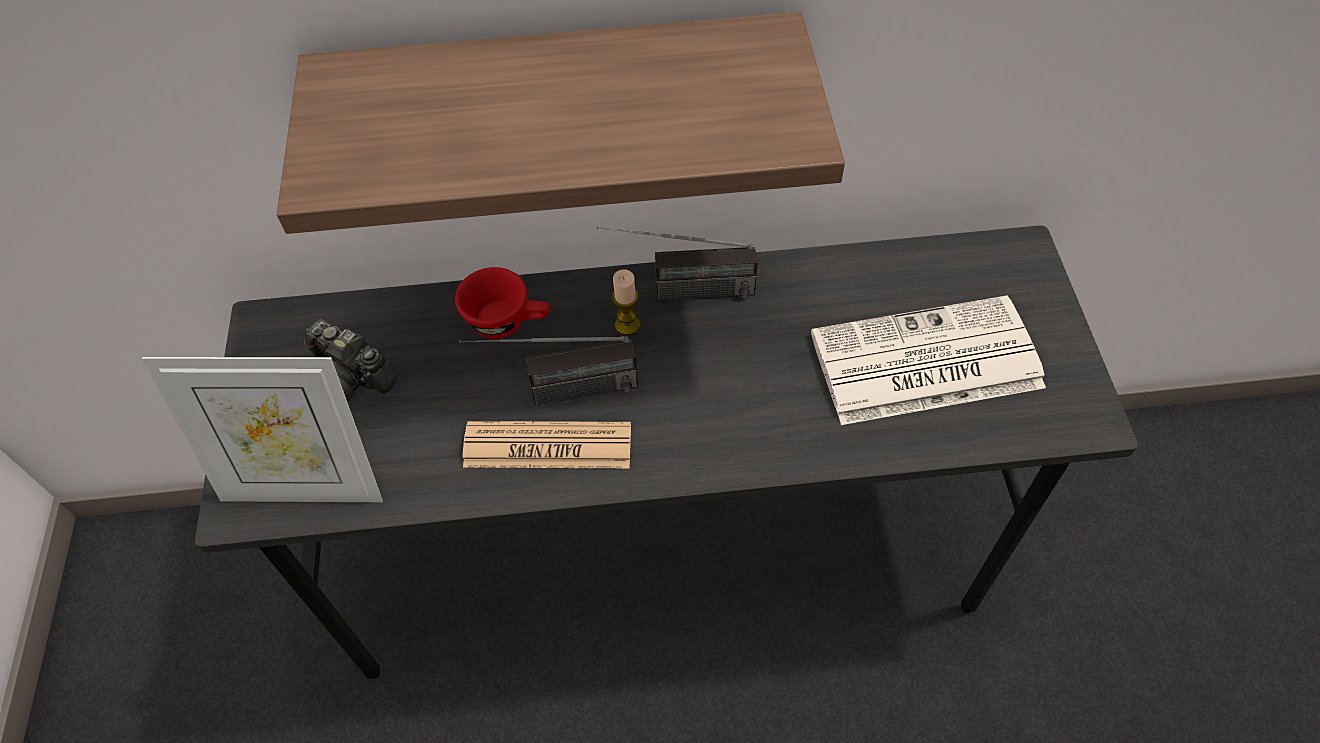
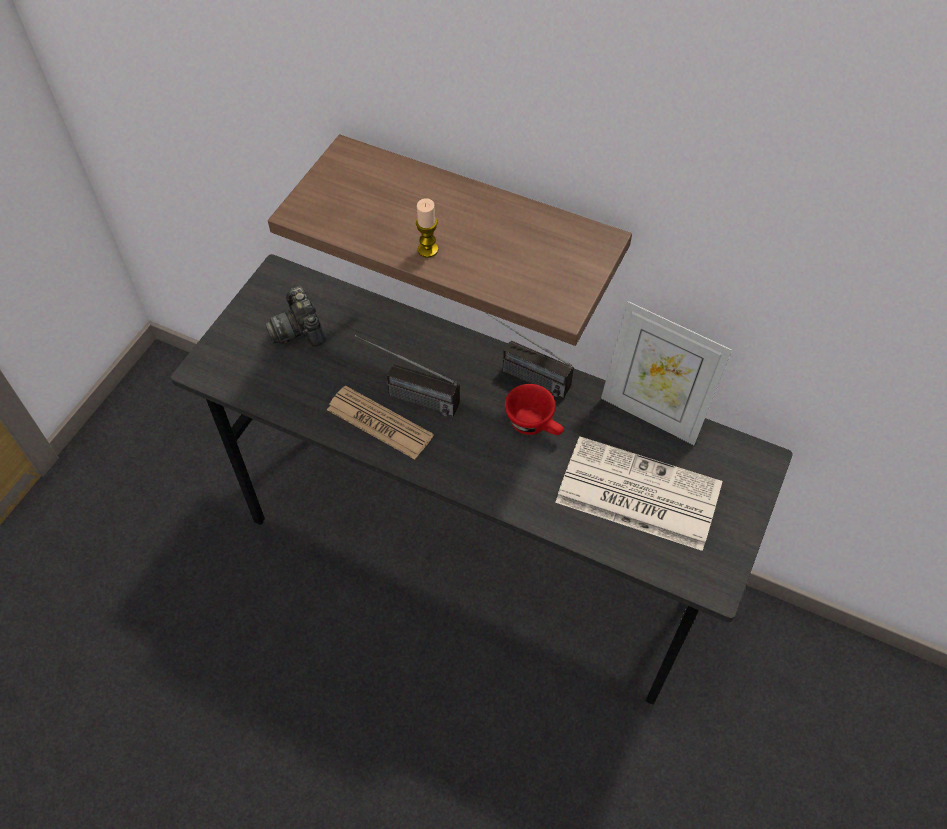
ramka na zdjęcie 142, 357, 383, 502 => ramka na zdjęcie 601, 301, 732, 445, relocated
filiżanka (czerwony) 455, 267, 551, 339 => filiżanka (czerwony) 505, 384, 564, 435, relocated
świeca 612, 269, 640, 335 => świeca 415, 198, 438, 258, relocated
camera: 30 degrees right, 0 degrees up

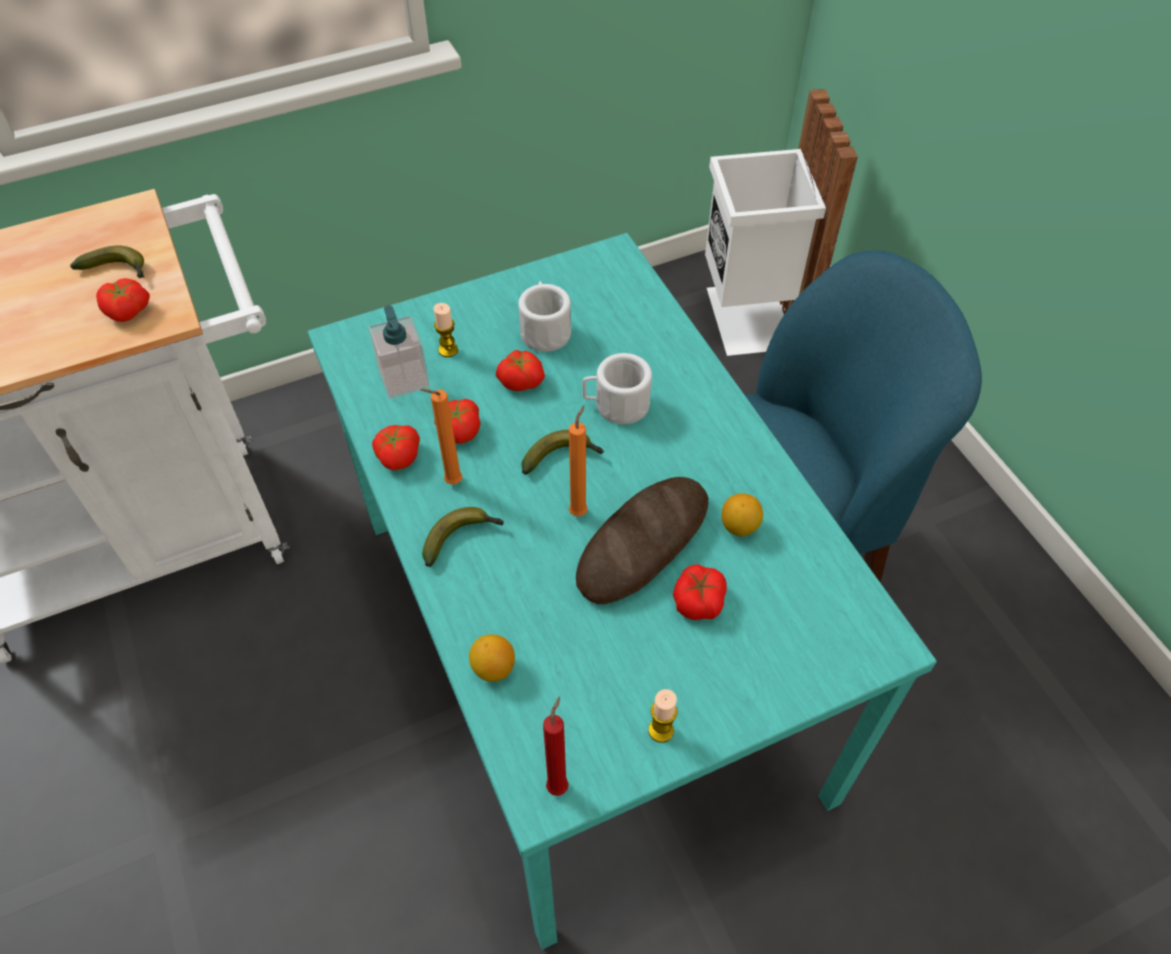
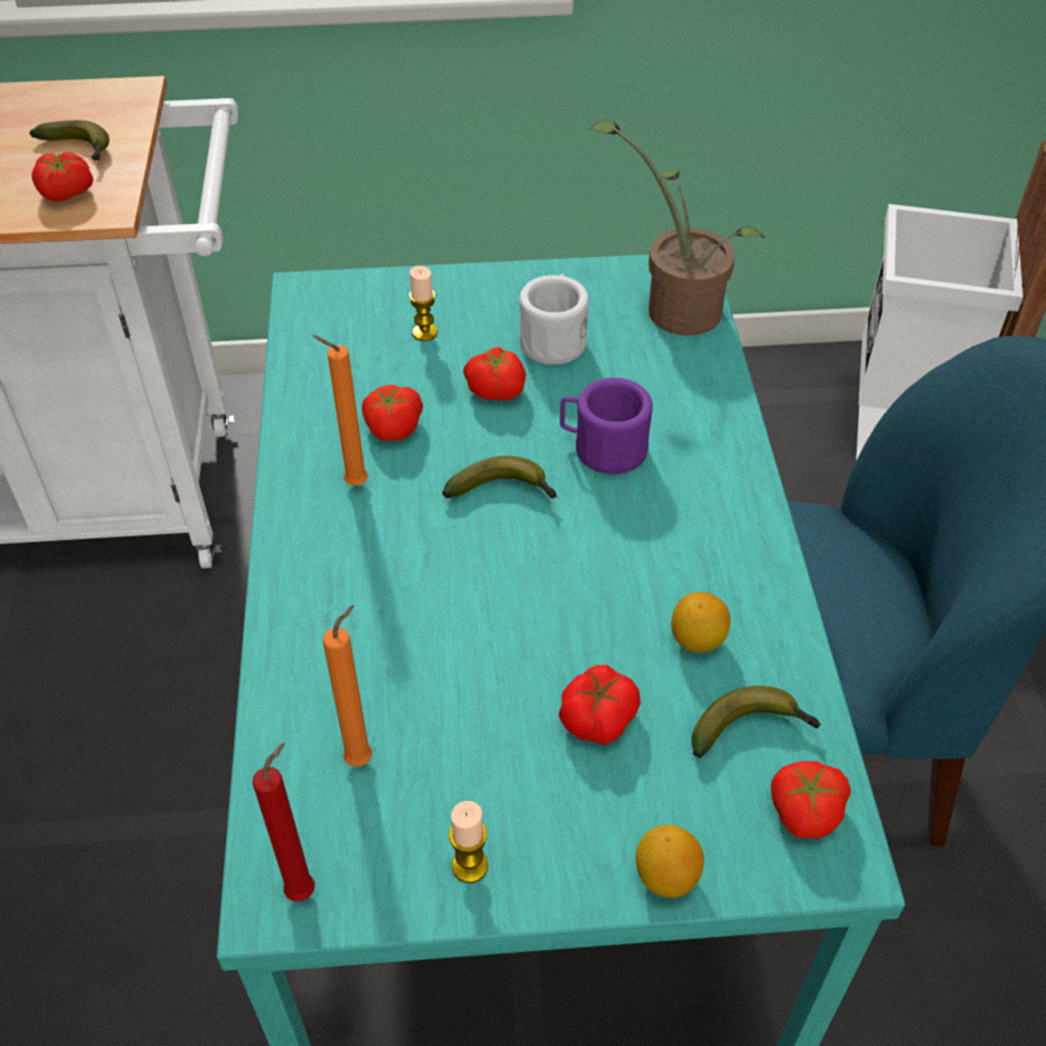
dozownik mydła 369, 305, 430, 399 => nothing
chleb 576, 477, 709, 604 => nothing
nothing => roślina doniczkowa 588, 120, 765, 336
pomidor 372, 425, 420, 470 => pomidor 771, 761, 851, 839, relocated
banan 422, 507, 504, 567 => banan 691, 686, 821, 758, relocated
cytryna 469, 634, 515, 682 => cytryna 636, 825, 704, 898, relocated
świeca (pomarańczowy) 569, 405, 588, 517 => świeca (pomarańczowy) 323, 605, 372, 767, relocated
kubek (biały) 583, 353, 652, 424 => kubek (fioletowy) 560, 378, 653, 474
camera: 20 degrees right, 5 degrees down

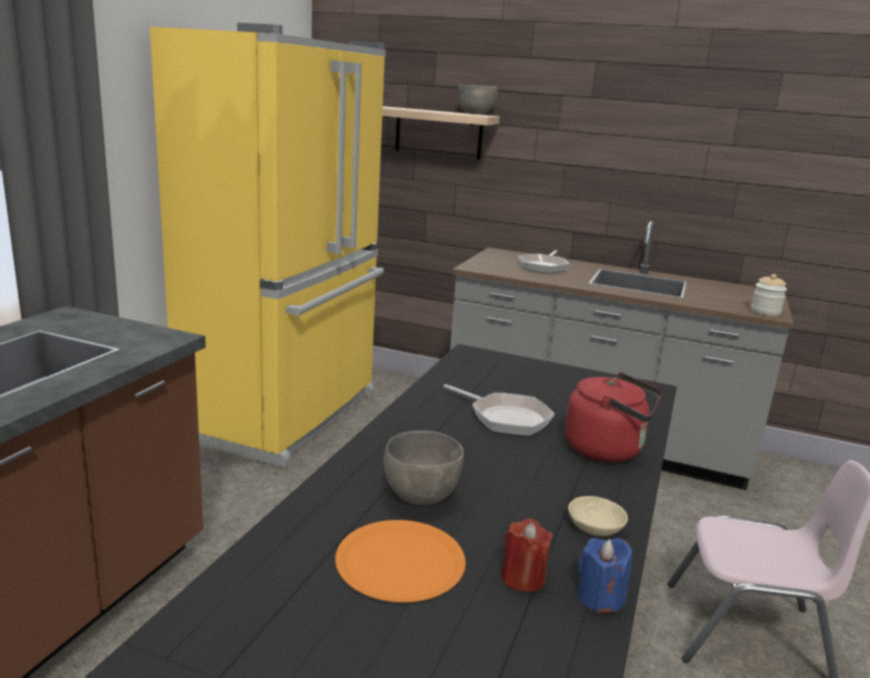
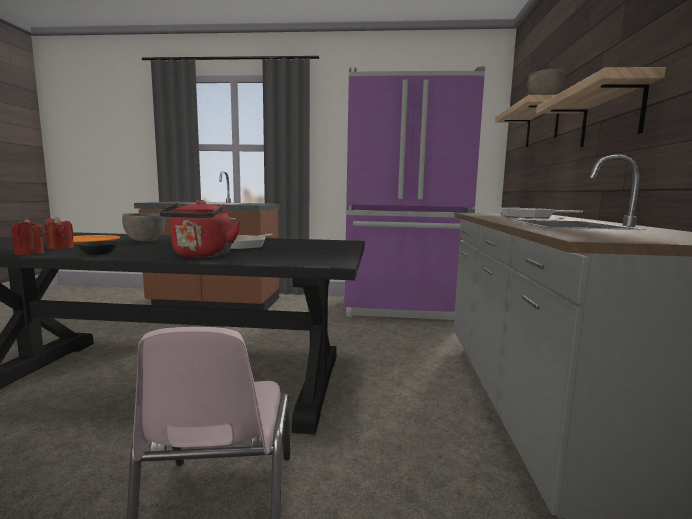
słoik 751, 274, 787, 316 => nothing
nothing => półka 536, 67, 666, 147
lodówka (żółty) 150, 23, 386, 468 => lodówka (fioletowy) 344, 66, 485, 320
miska (beżowy) 568, 496, 628, 536 => miska (czarny) 78, 241, 117, 255
świeca (niebieski) 577, 538, 632, 613 => świeca (czerwony) 11, 219, 44, 255
camera: 75 degrees right, 10 degrees down

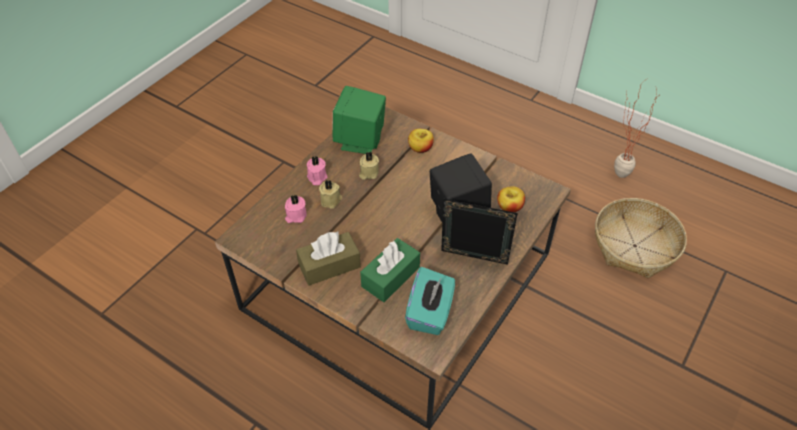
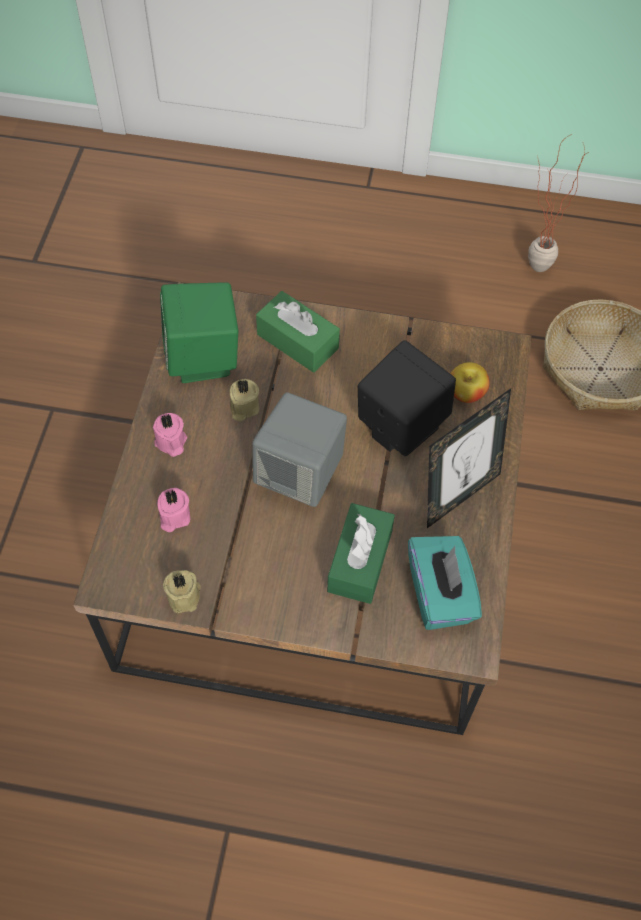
pudełko chusteczek (brązowy) 296, 232, 361, 286 => nothing
nothing => głośnik (szary) 252, 392, 347, 507
świeca (beżowy) 319, 180, 342, 209 => świeca (beżowy) 163, 570, 201, 613, relocated
jabłko 408, 129, 434, 153 => pudełko chusteczek (zielony) 256, 291, 340, 373
ramka na zdjęcie 441, 199, 518, 265 => ramka na zdjęcie 427, 388, 511, 528, 150 degrees clockwise
camera: 25 degrees left, 10 degrees up

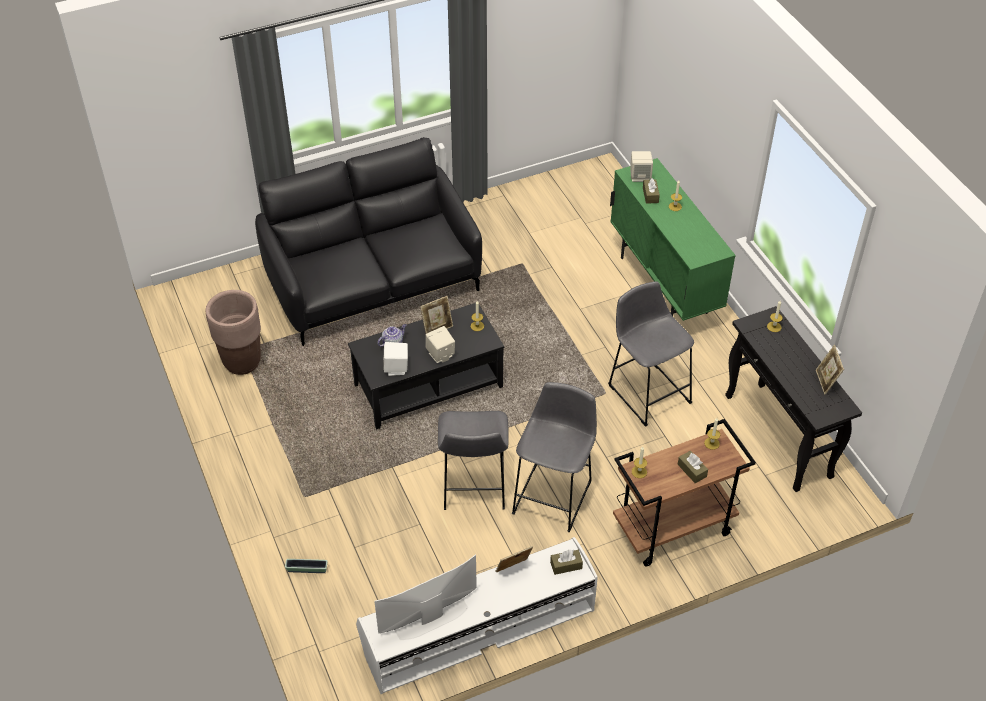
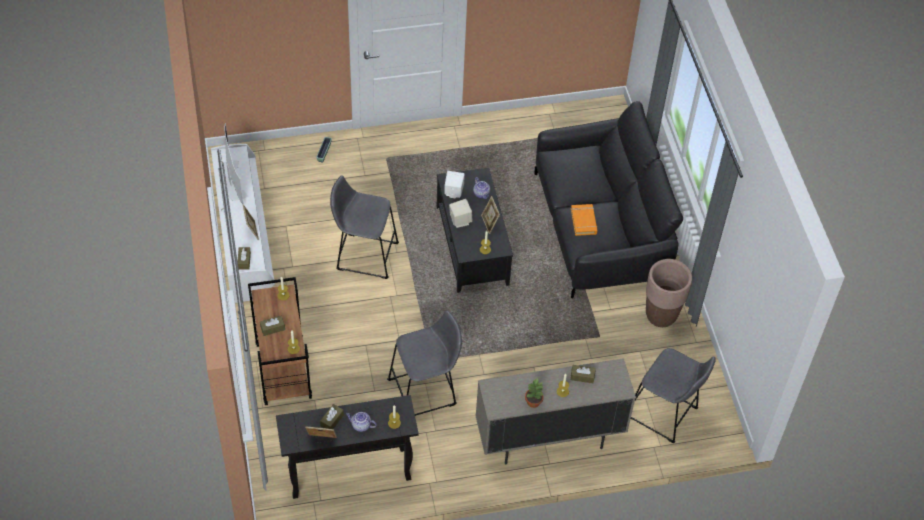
głośnik (beżowy) 630, 151, 653, 182 => nothing
nothing => pudełko chusteczek (brązowy) 320, 404, 344, 429
nothing => imbryk 346, 412, 377, 432
nothing => roślina doniczkowa 525, 378, 544, 408
nothing => książka (pomarańczowy) 571, 204, 598, 236
donica (brązowy) 206, 290, 261, 375 => donica (brązowy) 646, 259, 692, 327, relocated
stołek (szary) 512, 382, 597, 532 => stołek (szary) 631, 348, 716, 443, relocated
szafka (zielony) 610, 158, 735, 321 => szafka (beżowy) 476, 358, 636, 464
camera: 100 degrees right, 5 degrees up

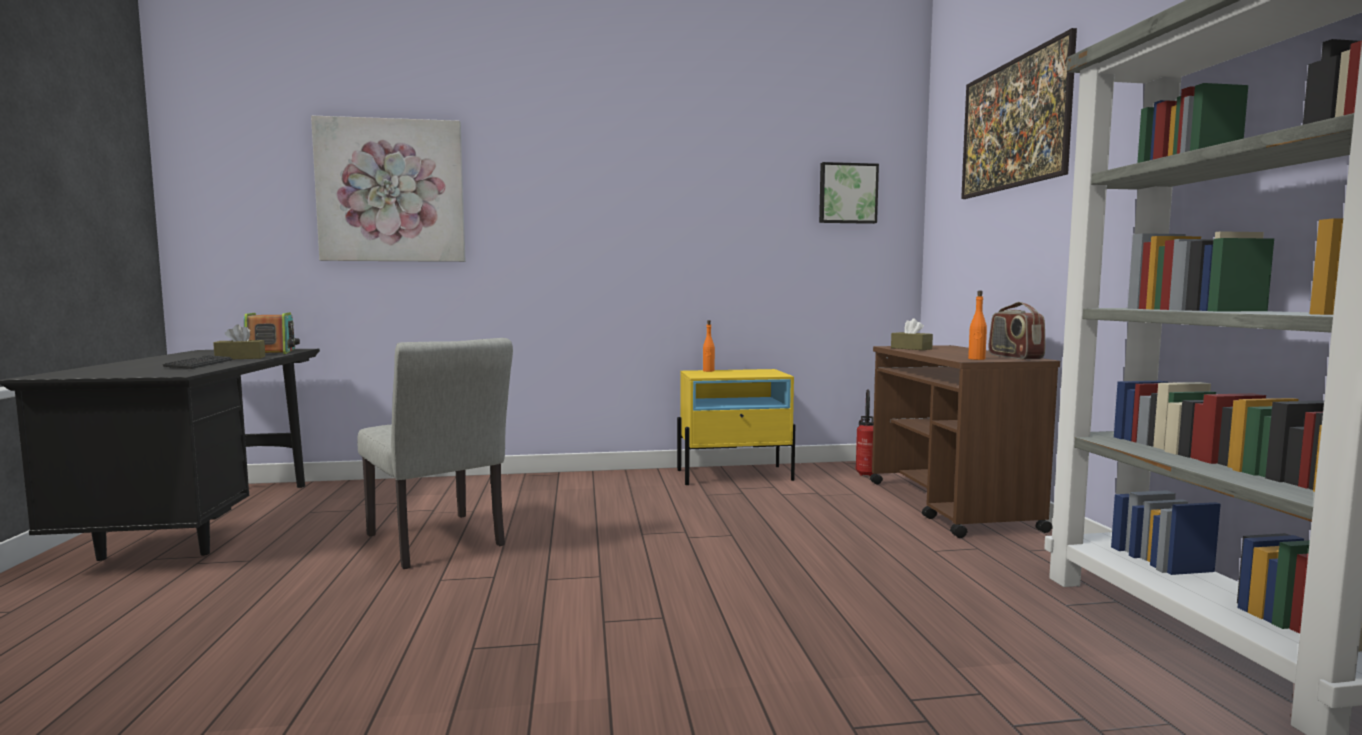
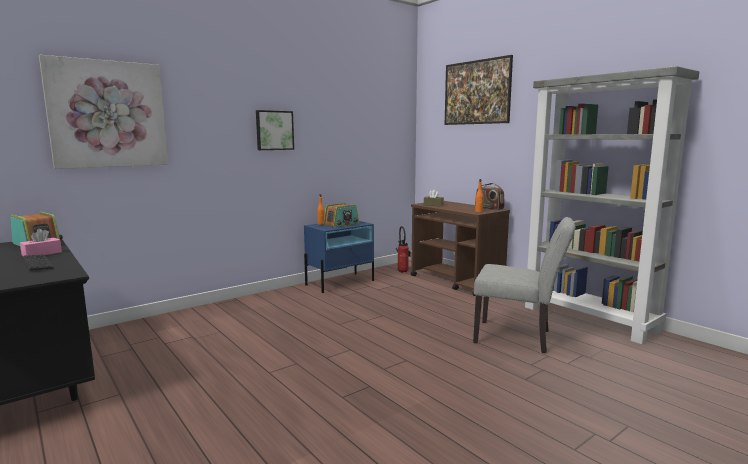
nothing => radio 323, 203, 359, 228
krzesło (szary) 358, 338, 513, 569 => krzesło (szary) 473, 217, 575, 353, relocated
obraz 819, 162, 879, 224 => obraz 256, 110, 294, 150, relocated
pudełko chusteczek (brązowy) 213, 324, 265, 359 => pudełko chusteczek (różowy) 20, 229, 62, 256
szafka nocna (żółty) 677, 369, 795, 485 => szafka nocna (niebieski) 304, 221, 374, 293
camera: 30 degrees left, 5 degrees up

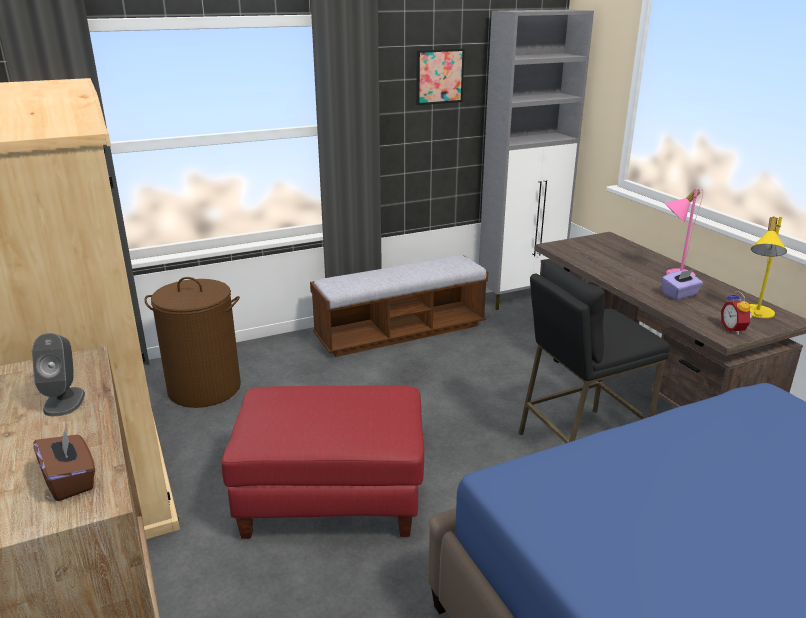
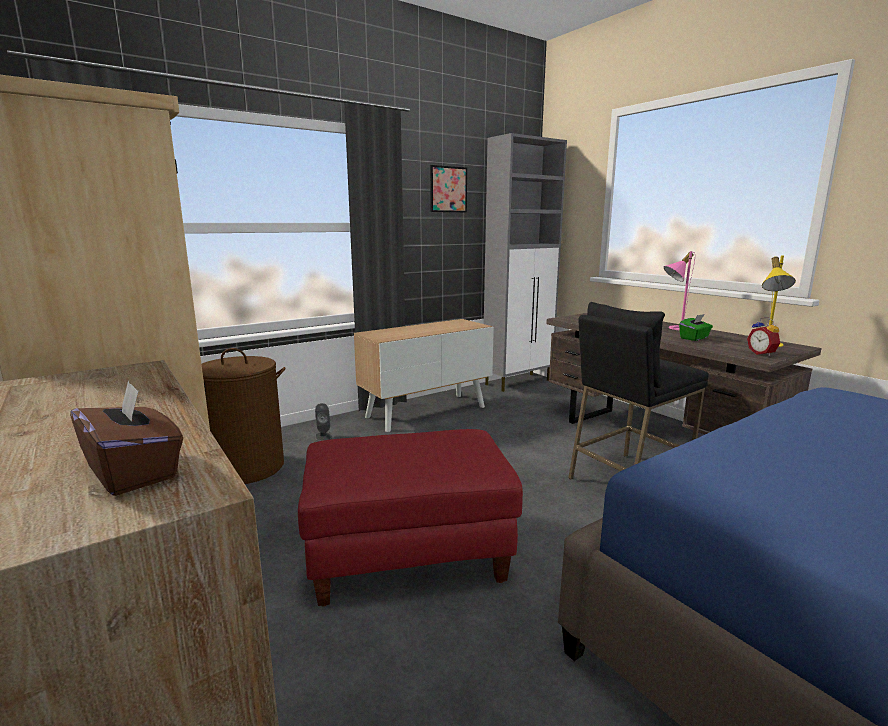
głośnik (szary) 32, 333, 85, 416 => głośnik (szary) 315, 403, 332, 442, relocated
ławka 310, 256, 488, 357 => szafka 354, 319, 494, 432
pudełko chusteczek (fioletowy) 662, 269, 703, 300 => pudełko chusteczek (zielony) 679, 314, 713, 341
camera: 10 degrees left, 10 degrees down

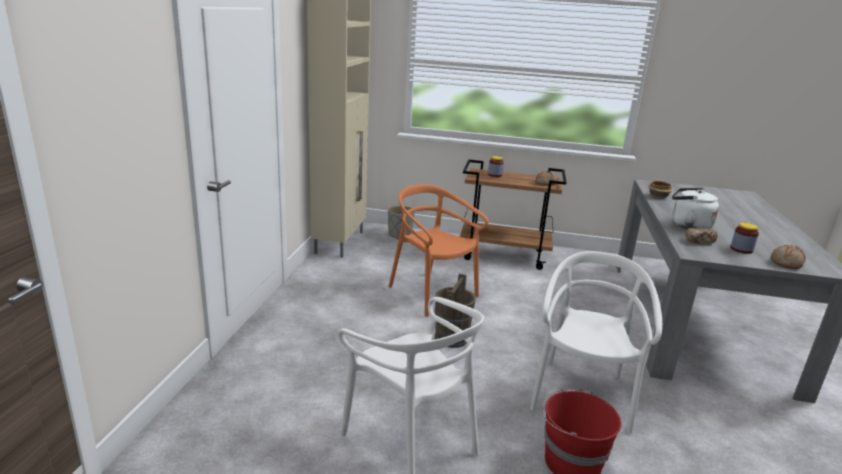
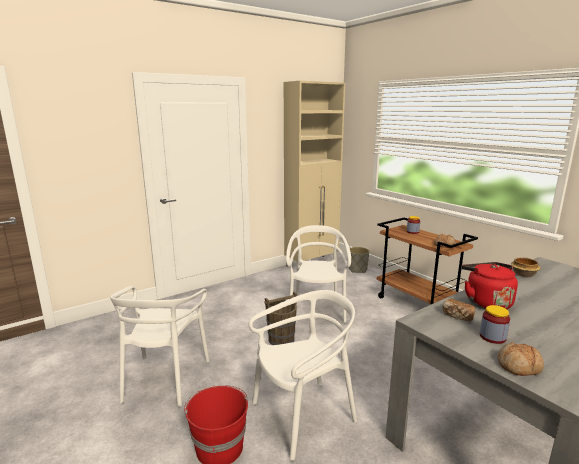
krzesło (pomarańczowy) 388, 184, 489, 317 => krzesło (biały) 286, 225, 351, 323
czajnik (biały) 672, 188, 719, 229 => czajnik (czerwony) 462, 262, 518, 309
camera: 45 degrees right, 5 degrees down

